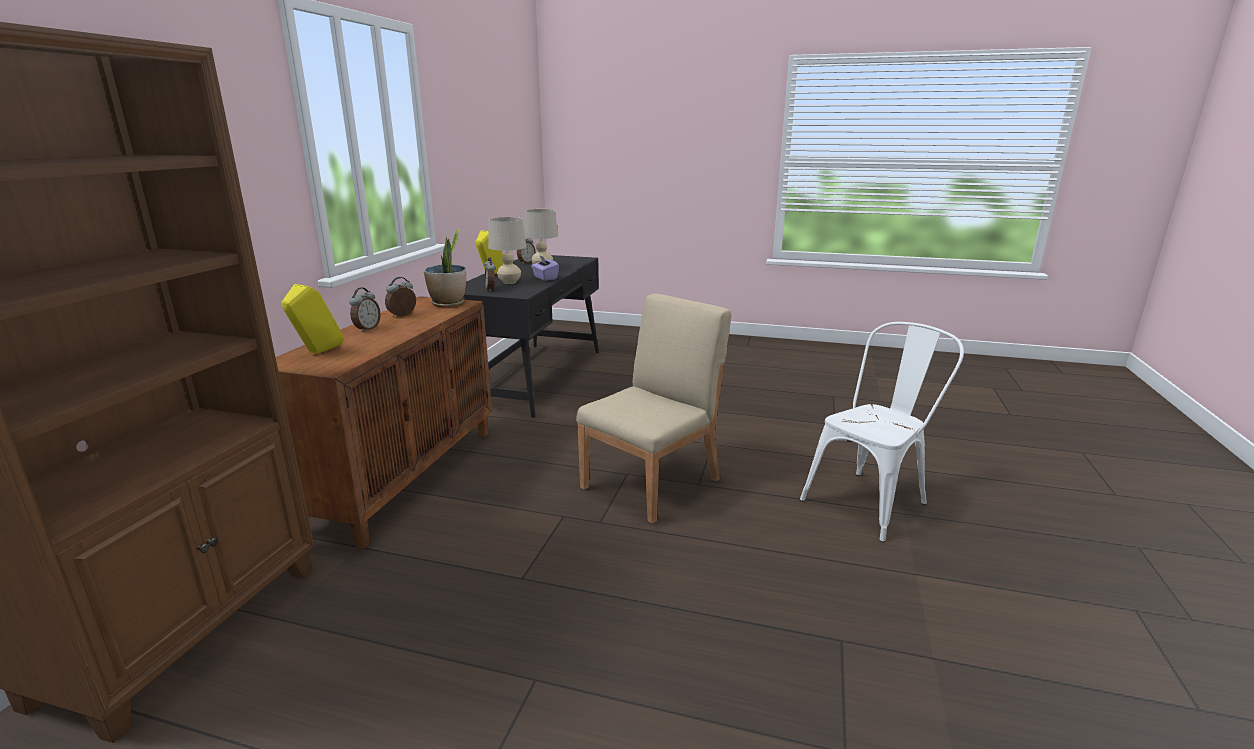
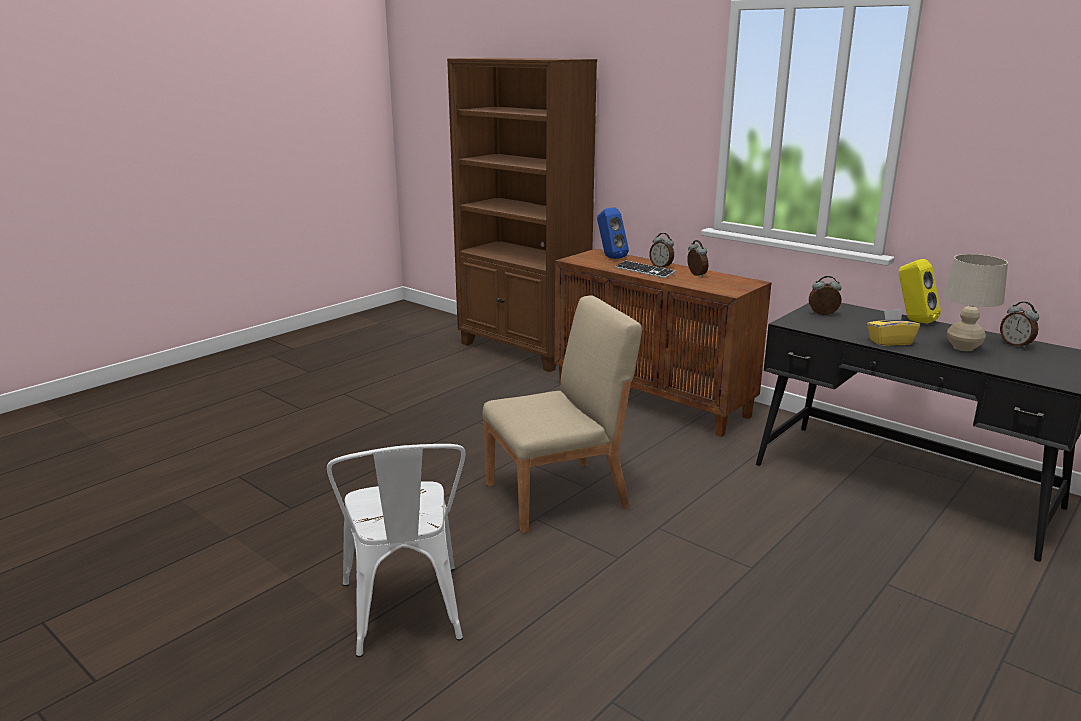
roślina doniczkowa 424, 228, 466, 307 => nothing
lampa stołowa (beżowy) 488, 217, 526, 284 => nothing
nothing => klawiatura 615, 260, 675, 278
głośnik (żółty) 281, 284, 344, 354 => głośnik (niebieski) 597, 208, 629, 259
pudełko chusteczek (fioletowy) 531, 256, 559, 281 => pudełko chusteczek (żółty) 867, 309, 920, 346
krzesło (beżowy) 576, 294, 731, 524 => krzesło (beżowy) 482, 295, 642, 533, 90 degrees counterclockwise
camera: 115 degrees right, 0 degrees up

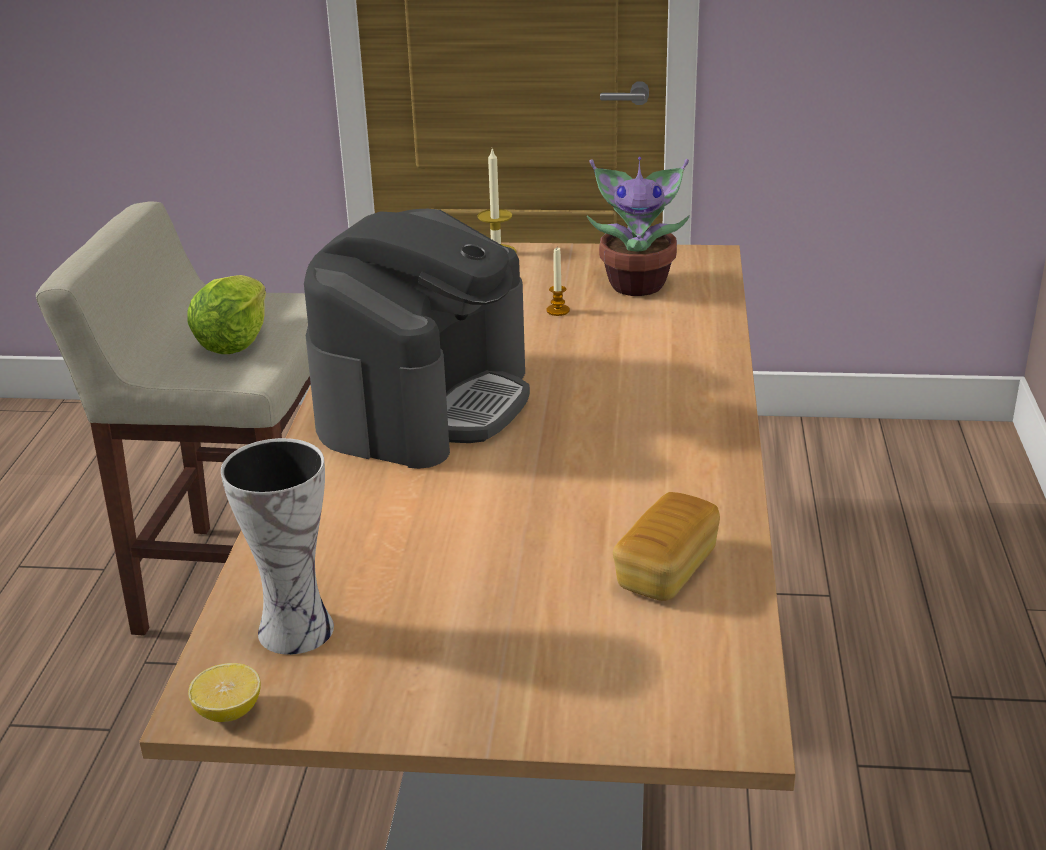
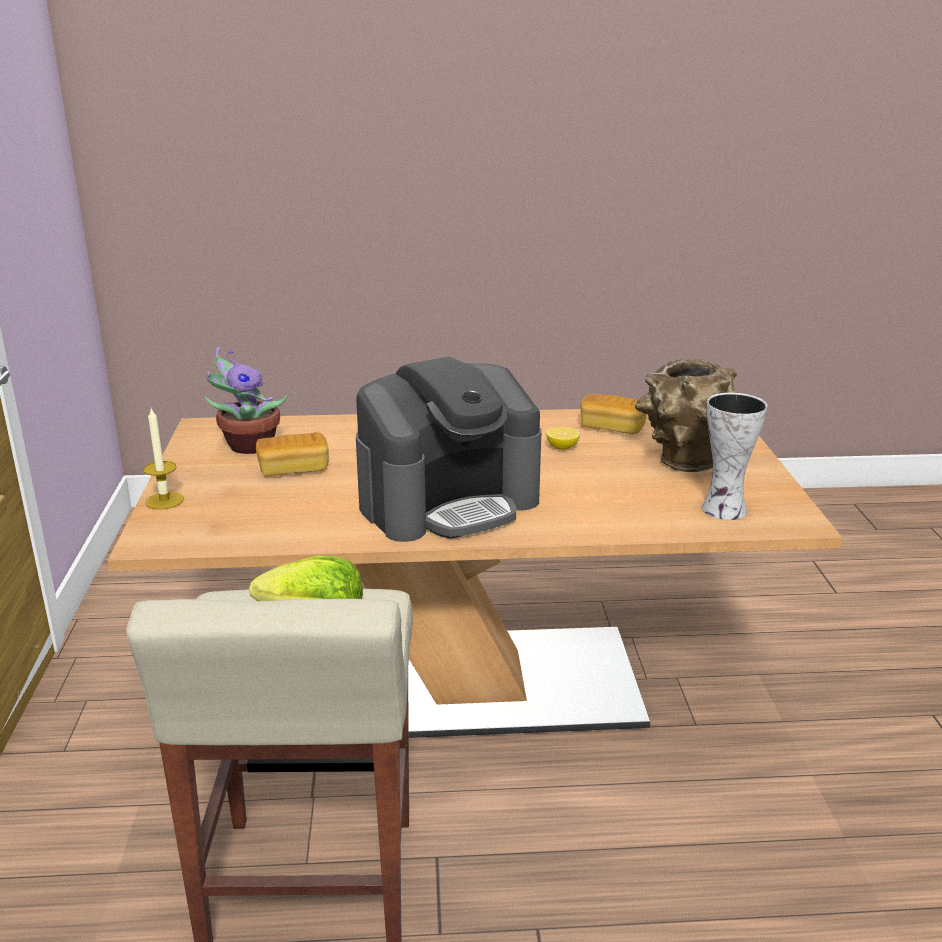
nothing => wazon (brązowy) 635, 359, 739, 472
cytryna 188, 663, 261, 722 => cytryna 546, 426, 580, 450, relocated
świeca 547, 248, 570, 316 => chleb 256, 432, 329, 476
ekspres do kawy 304, 209, 530, 469 => ekspres do kawy 356, 356, 542, 542, 135 degrees clockwise
camera: 100 degrees left, 5 degrees down

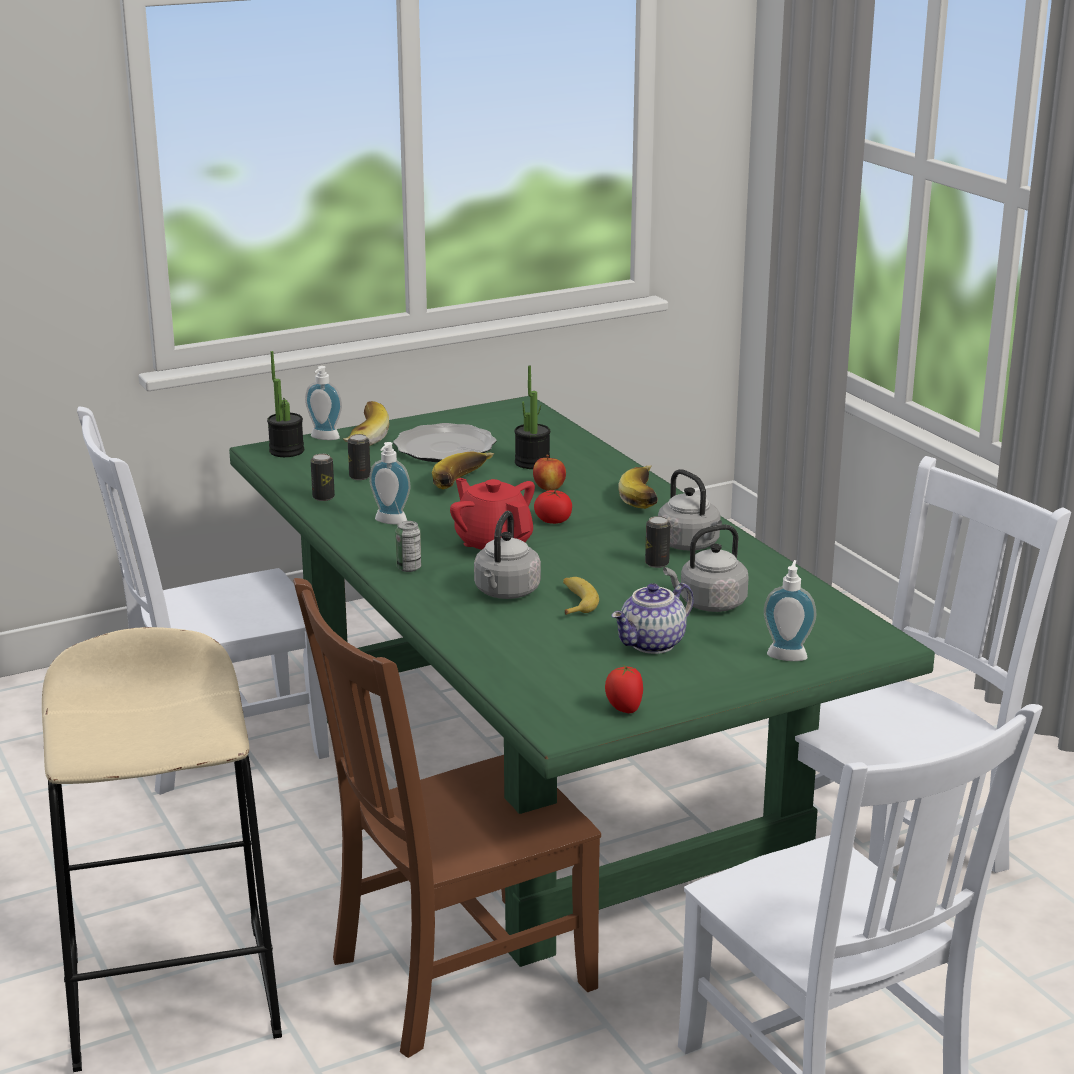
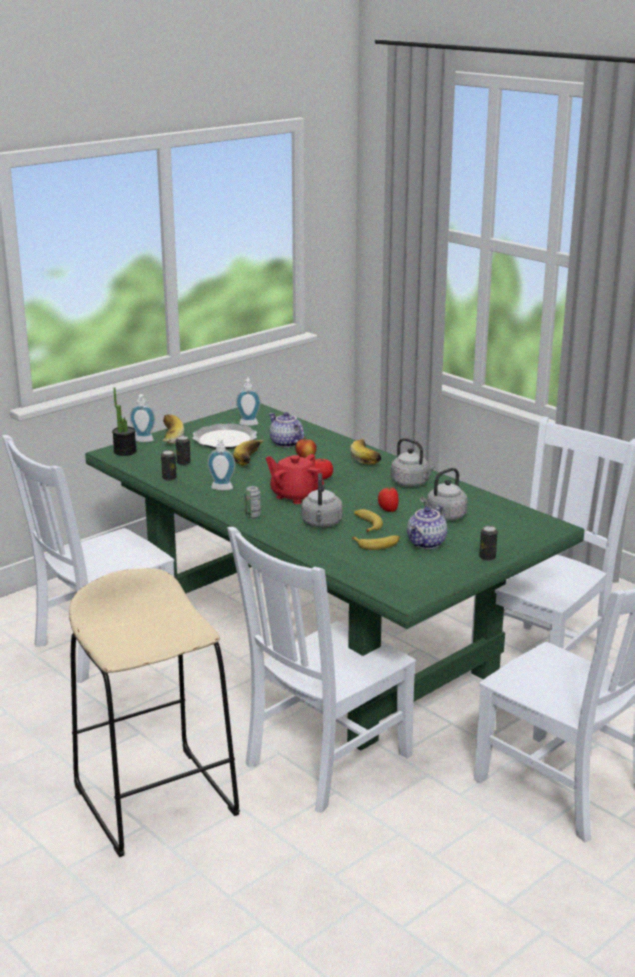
nothing => banan 352, 535, 400, 550
pomidor 605, 666, 643, 713 => pomidor 378, 487, 399, 512, relocated
puszka 645, 516, 670, 568 => puszka 479, 526, 497, 561, relocated
dozownik mydła 764, 560, 816, 661 => dozownik mydła 236, 377, 261, 426, relocated
roślina doniczkowa 515, 366, 550, 469 => imbryk 269, 412, 304, 448
krzesło (brązowy) 293, 578, 601, 1058 => krzesło (biały) 227, 527, 416, 813
camera: 15 degrees left, 0 degrees up

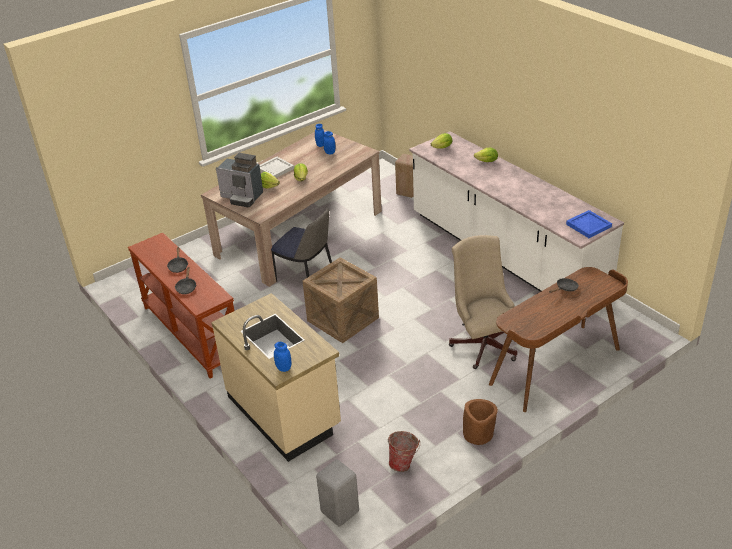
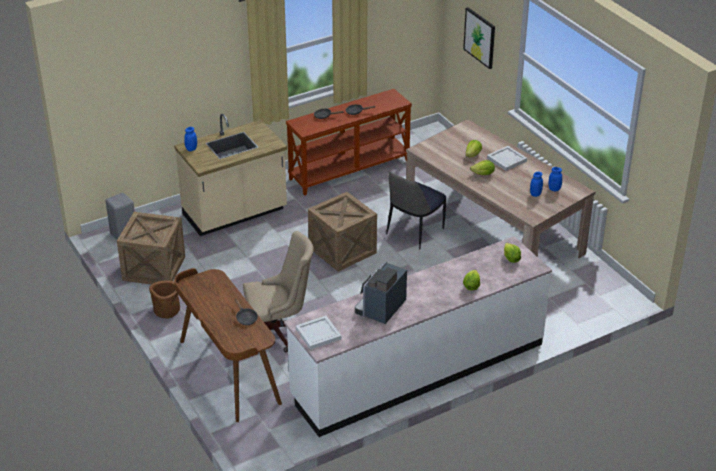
stołek (beżowy) 395, 154, 414, 198 => nothing
nothing => obraz 463, 7, 495, 69
ekspres do kawy 216, 153, 263, 207 => ekspres do kawy 355, 261, 407, 324, relocated
wiadro 388, 431, 420, 472 => skrzynka 117, 212, 185, 284
taca (niebieski) 566, 210, 612, 238 => taca (biały) 296, 316, 341, 350
camera: 95 degrees right, 0 degrees up

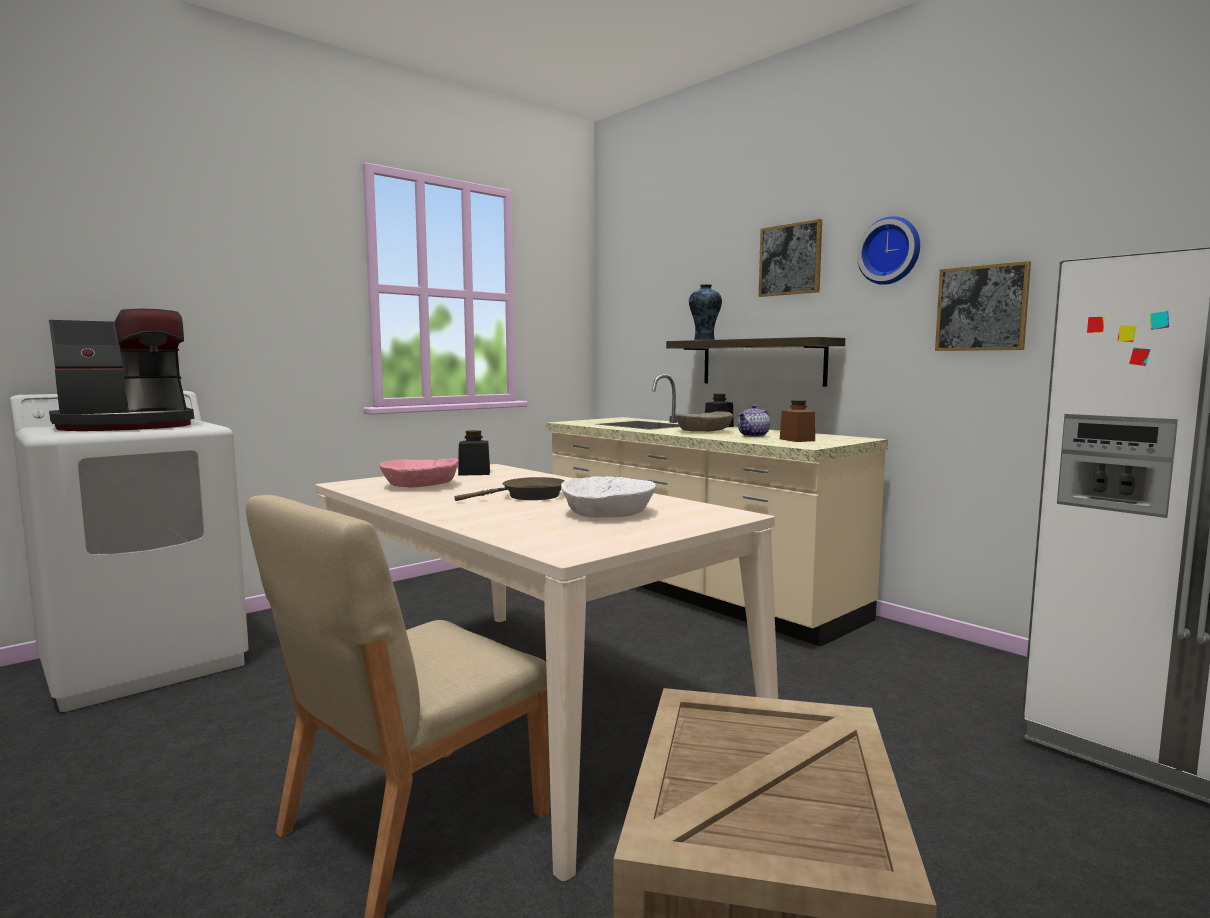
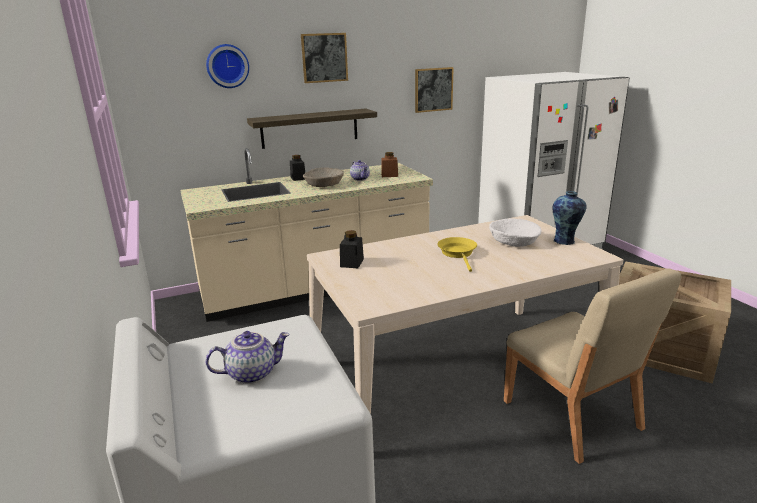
miska (różowy) 379, 458, 459, 488 => nothing
wazon 689, 284, 722, 340 => wazon 553, 191, 587, 245, relocated
zegar ścienny 857, 216, 920, 285 => zegar ścienny 206, 44, 249, 88, relocated
ekspres do kawy 49, 309, 194, 431 => imbryk 205, 331, 290, 384
patelnia (brązowy) 455, 477, 565, 501 => patelnia (żółty) 437, 237, 477, 272
camera: 70 degrees left, 15 degrees up

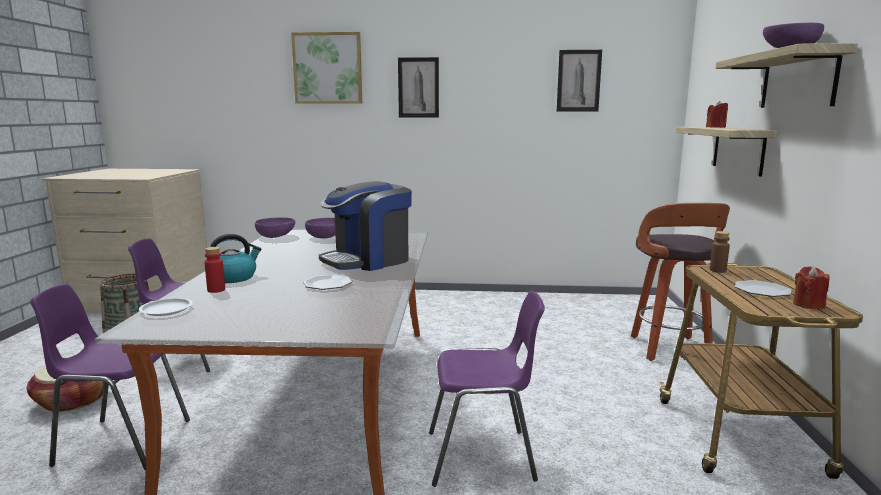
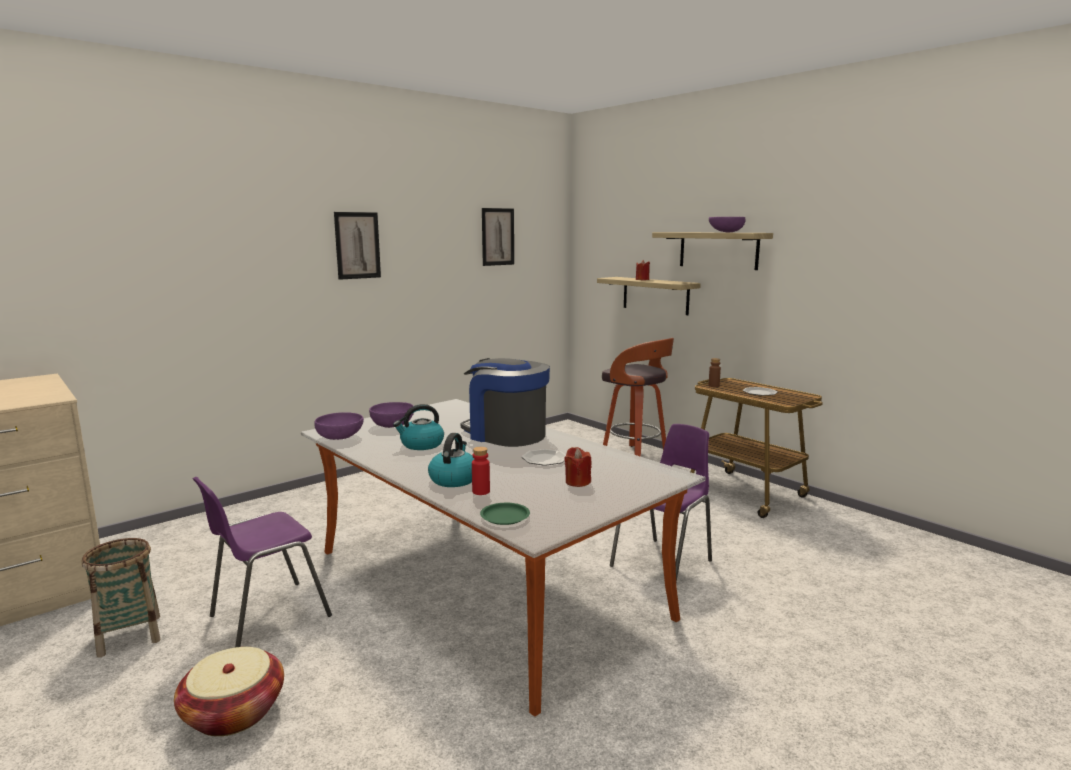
krzesło (fioletowy) 30, 284, 190, 470 => nothing
obraz 291, 32, 362, 104 => nothing
nothing => czajnik 393, 404, 444, 450
świeca (czerwony) 793, 266, 830, 309 => świeca (czerwony) 564, 447, 592, 487, relocated
talerz (biały) 139, 298, 192, 316 => talerz (zielony) 480, 503, 530, 525
ekspres do kawy 319, 181, 412, 271 => ekspres do kawy 461, 358, 550, 447, 120 degrees clockwise
camera: 45 degrees left, 0 degrees up

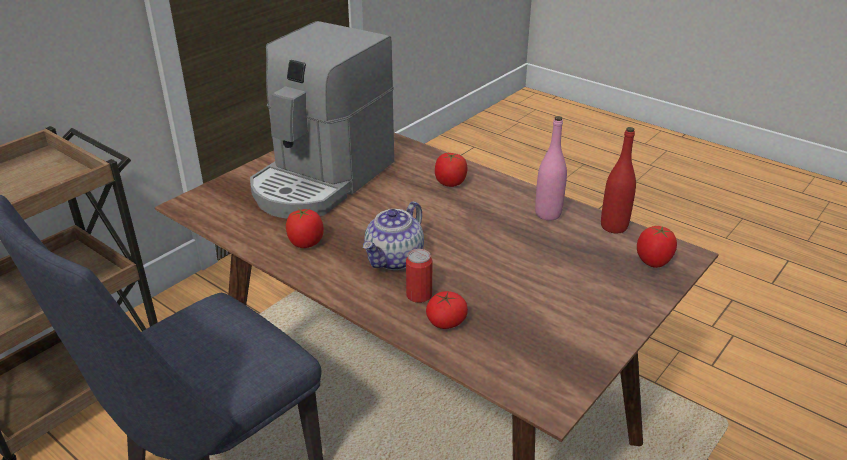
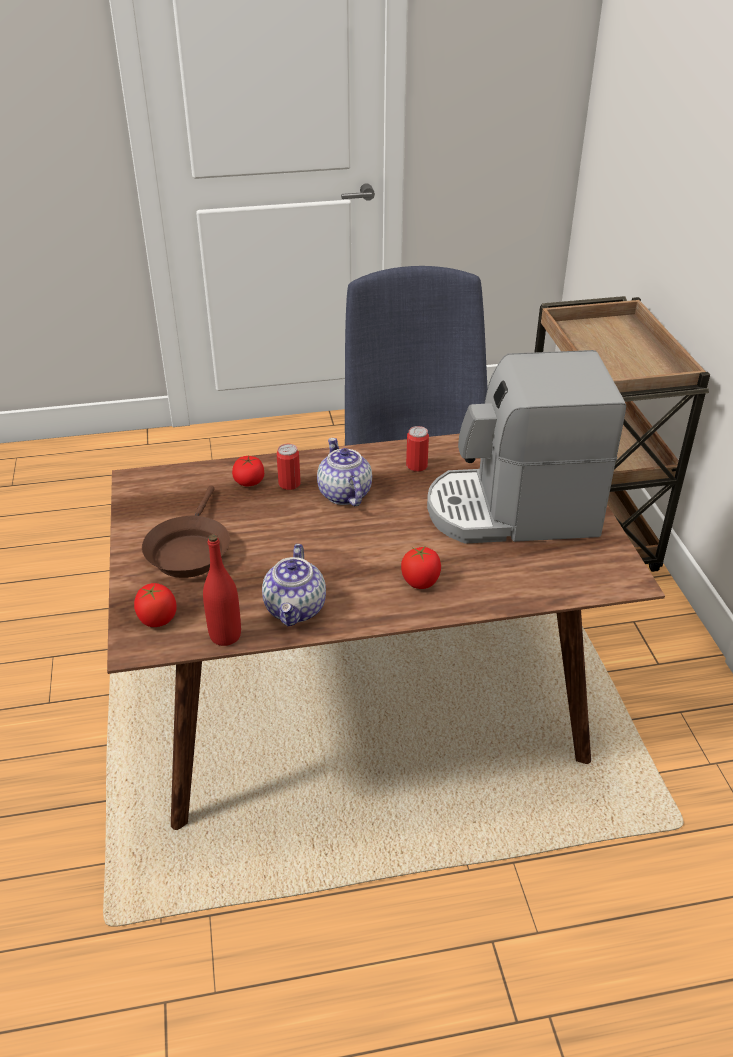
nothing => patelnia (brązowy) 142, 485, 230, 578
pomidor 286, 208, 324, 248 => puszka 406, 426, 429, 472
butelka (różowy) 535, 116, 567, 220 => imbryk 262, 544, 326, 626
ekspres do kawy 250, 21, 394, 219 => ekspres do kawy 427, 350, 626, 544, 75 degrees counterclockwise
camera: 130 degrees right, 5 degrees up

